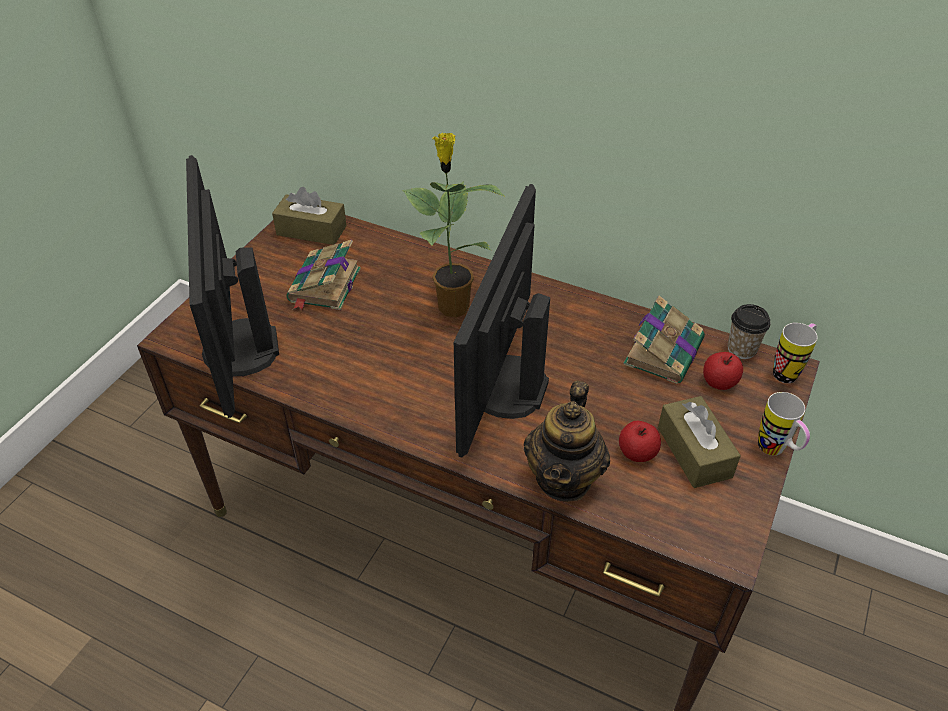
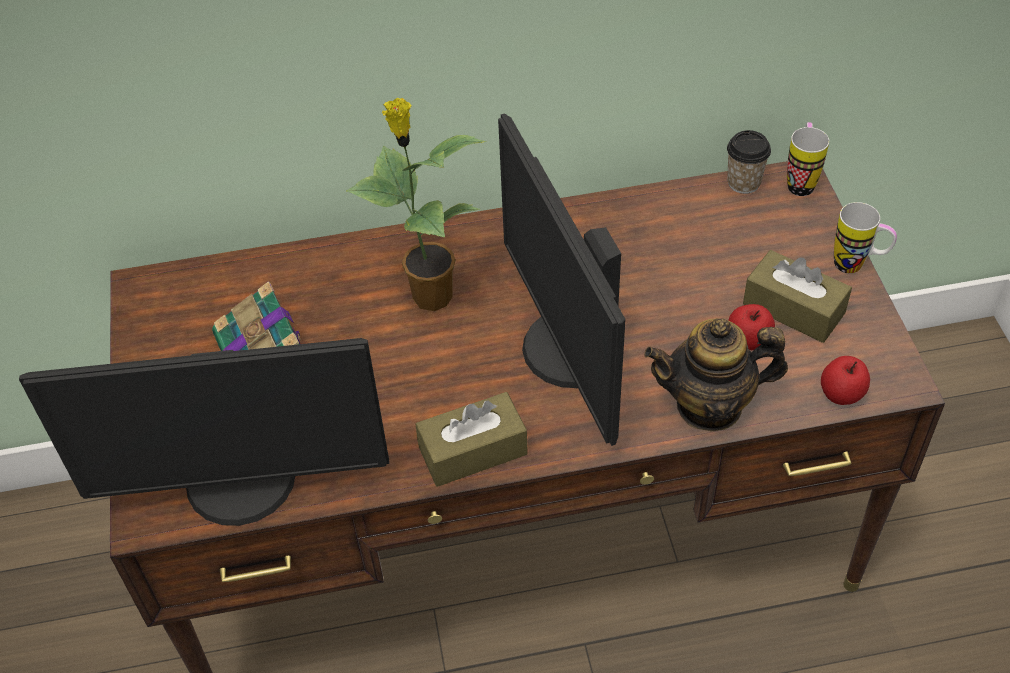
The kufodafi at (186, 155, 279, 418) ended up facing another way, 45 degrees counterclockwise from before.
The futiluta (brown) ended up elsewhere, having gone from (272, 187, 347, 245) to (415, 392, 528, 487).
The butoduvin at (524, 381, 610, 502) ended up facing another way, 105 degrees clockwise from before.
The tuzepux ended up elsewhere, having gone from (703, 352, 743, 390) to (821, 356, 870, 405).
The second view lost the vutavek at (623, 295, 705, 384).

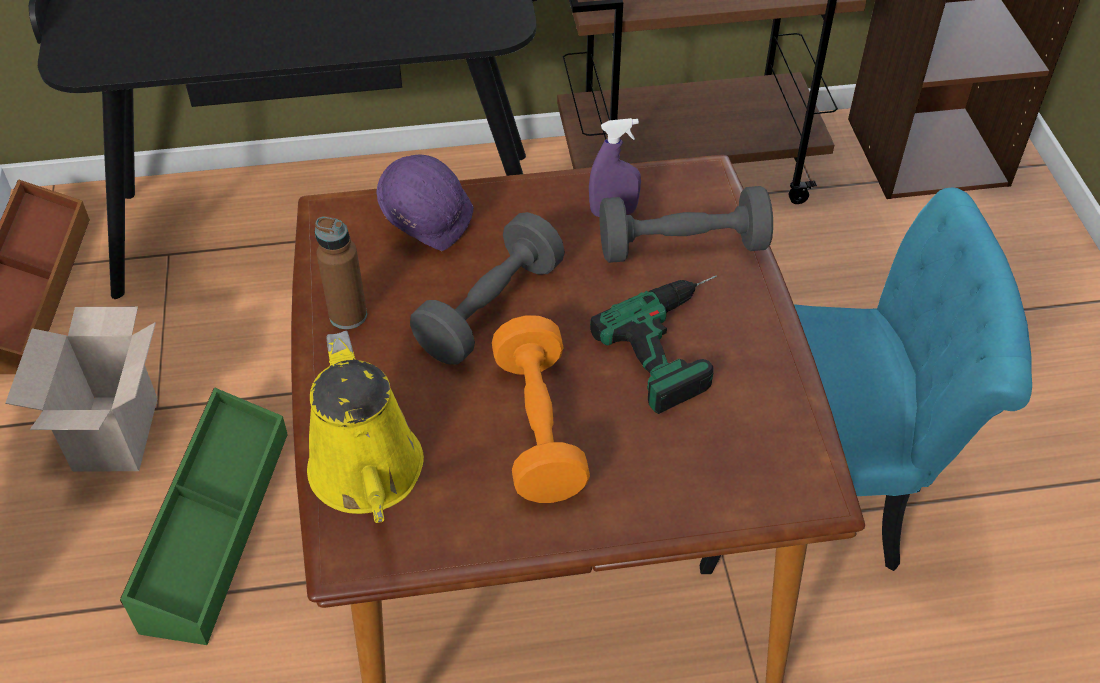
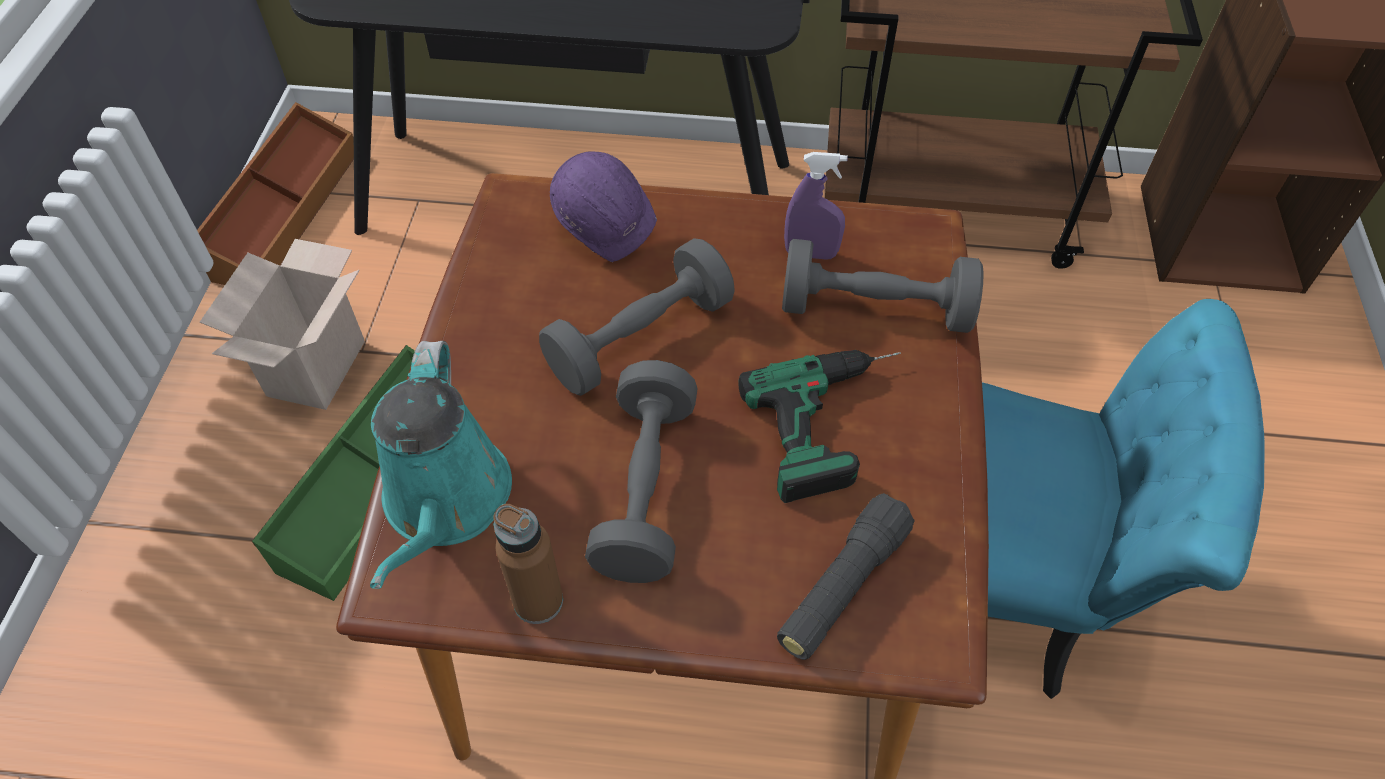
What was the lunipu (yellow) at (307, 331, 424, 523) turned into the lunipu (turquoise) at (370, 341, 512, 589).
The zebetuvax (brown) ended up elsewhere, having gone from (315, 216, 367, 329) to (493, 504, 563, 624).
What was the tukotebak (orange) at (492, 315, 590, 503) turned into the tukotebak (grey) at (585, 360, 698, 583).
The second view gained the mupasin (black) at (777, 493, 914, 660).

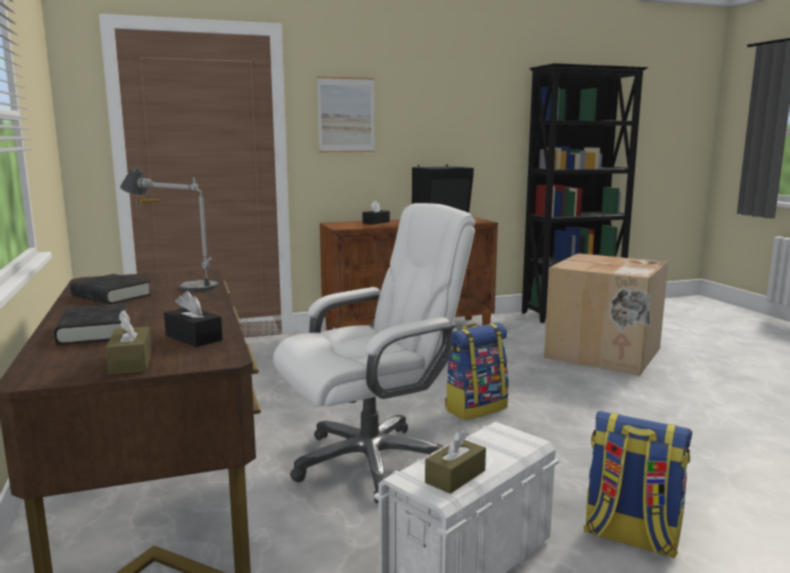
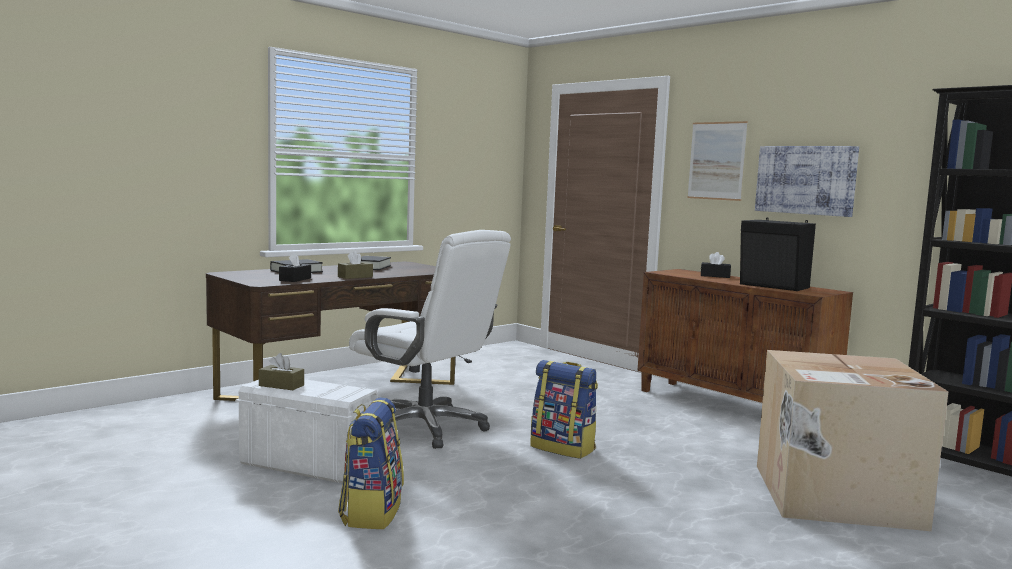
The futiluta (brown) ended up elsewhere, having gone from (106, 310, 152, 375) to (338, 251, 373, 279).
The second view gained the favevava at (755, 146, 859, 217).
The second view lost the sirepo at (120, 168, 219, 292).

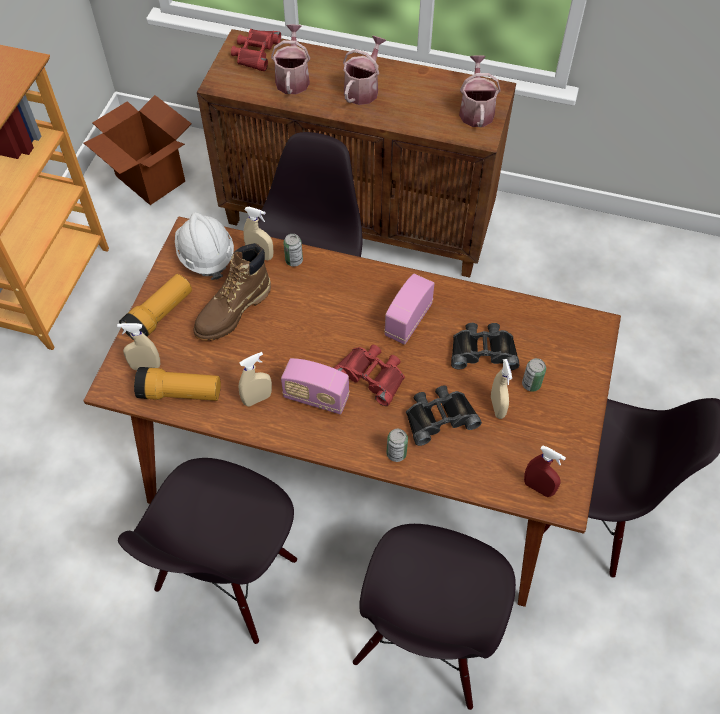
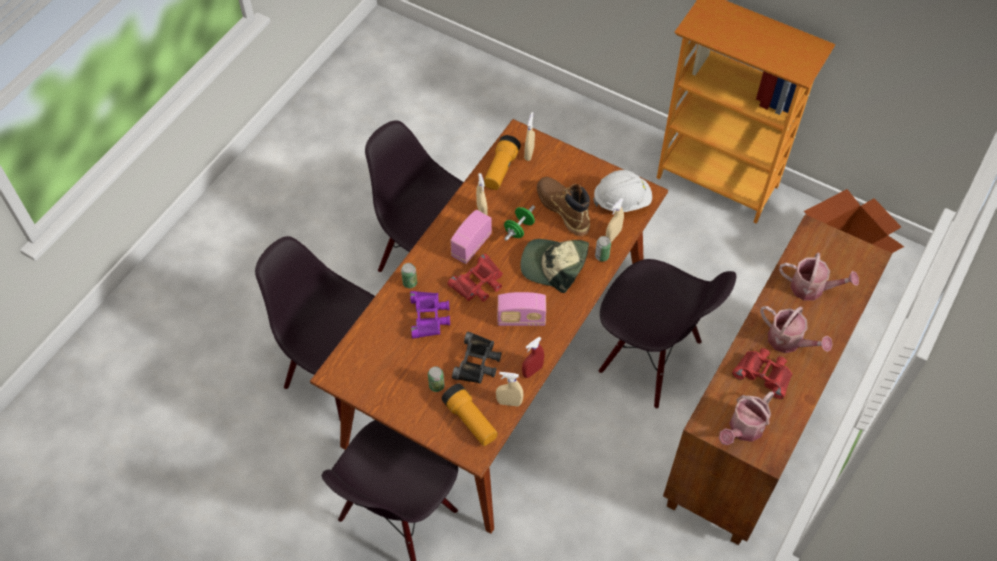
What was the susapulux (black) at (406, 385, 482, 446) turned into the susapulux (purple) at (410, 291, 450, 338).
The mupasin ended up elsewhere, having gone from (119, 274, 192, 339) to (442, 384, 498, 446).
The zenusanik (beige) ended up elsewhere, having gone from (491, 359, 512, 419) to (496, 372, 523, 406).
The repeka at (384, 274, 434, 345) ended up facing another way, 135 degrees clockwise from before.
The second view gained the tukotebak (green) at (504, 205, 535, 241).
The second view gained the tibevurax at (521, 239, 589, 293).
The zenusanik (red) ended up elsewhere, having gone from (524, 445, 566, 497) to (522, 337, 544, 378).
The lunipu at (459, 56, 501, 127) ended up facing another way, 120 degrees clockwise from before.
The susapulux (red) ended up elsewhere, having gone from (231, 29, 281, 71) to (732, 348, 792, 399).

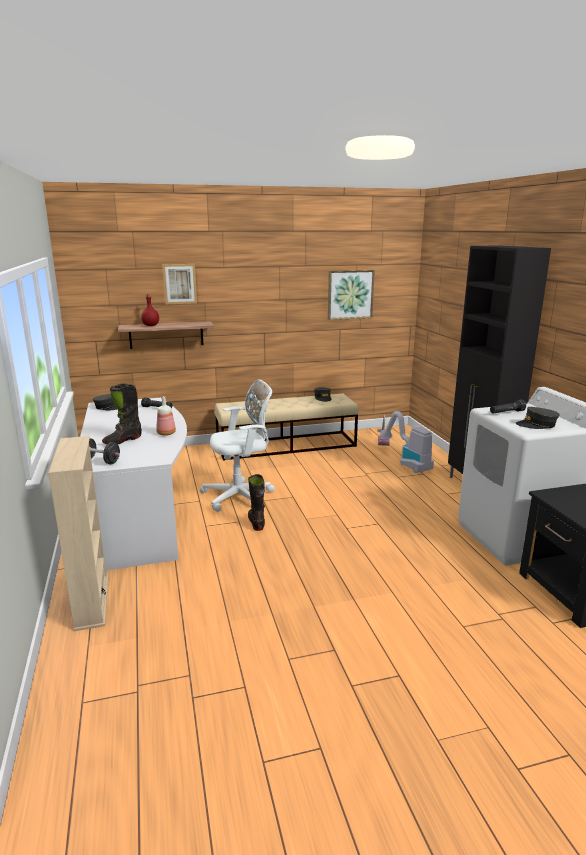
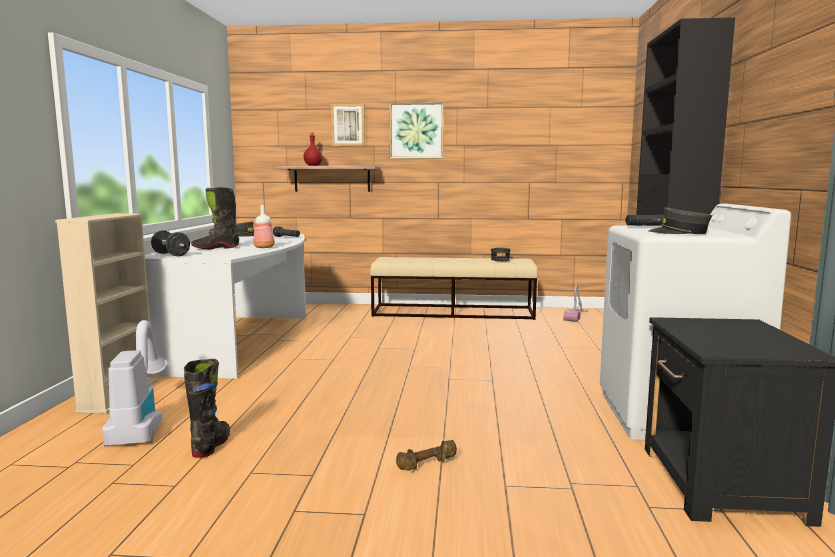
The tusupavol ended up elsewhere, having gone from (380, 411, 434, 474) to (102, 320, 168, 446).
The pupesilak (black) ended up elsewhere, having gone from (248, 474, 265, 531) to (184, 359, 230, 458).
The favevava ended up elsewhere, having gone from (328, 270, 375, 320) to (389, 102, 444, 159).
The second view gained the tukotebak (brown) at (396, 440, 457, 471).
The second view lost the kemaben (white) at (199, 379, 275, 512).

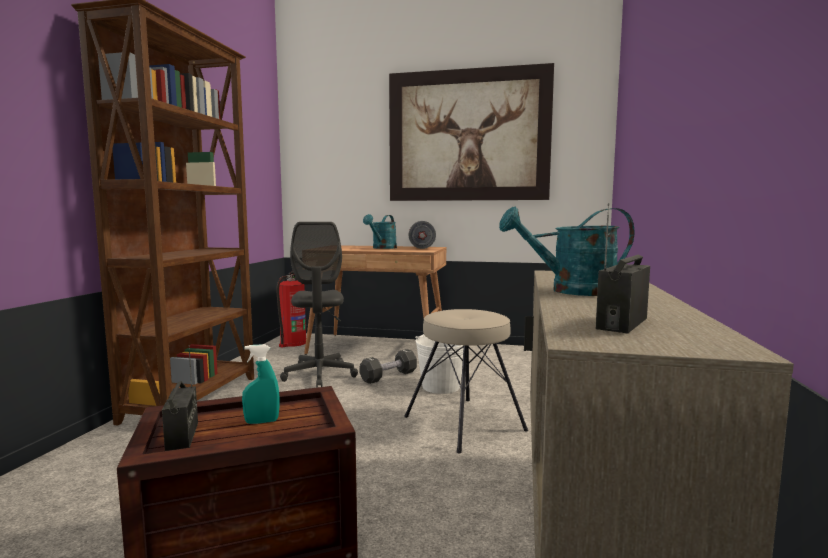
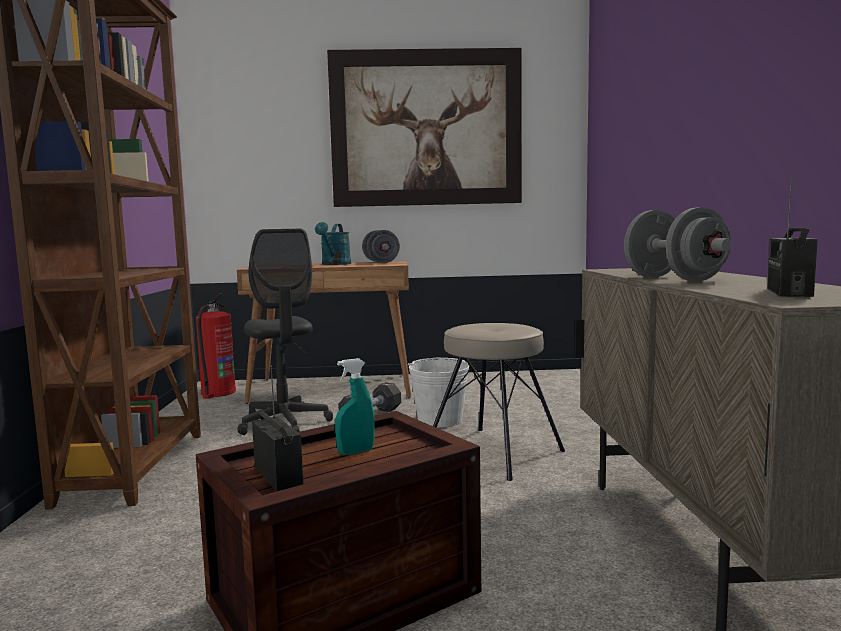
Where the lunipu (turquoise) stood at (499, 207, 634, 296), the tukotebak (grey) came to stand at (624, 207, 732, 281).

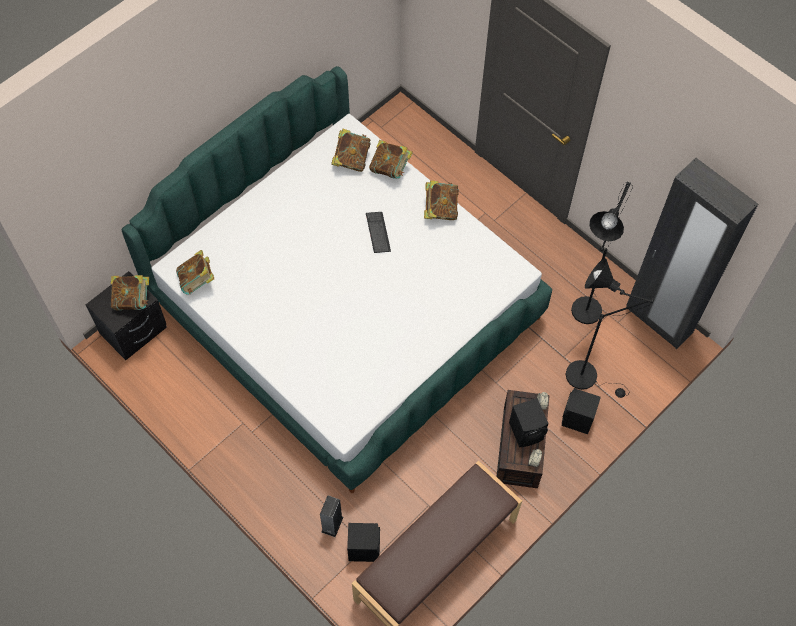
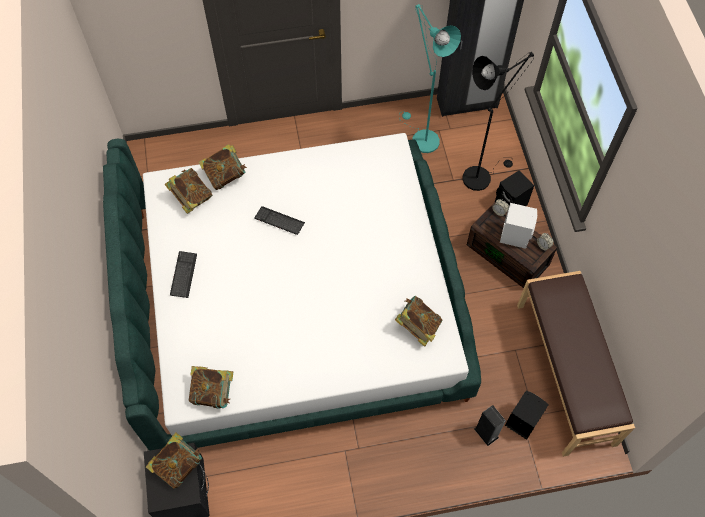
The second view gained the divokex at (170, 251, 197, 298).
The vutavek ended up elsewhere, having gone from (424, 180, 459, 220) to (395, 296, 443, 347).
What was the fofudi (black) at (571, 181, 632, 324) turned into the fofudi (turquoise) at (399, 4, 461, 153).
What was the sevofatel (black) at (509, 398, 548, 448) turned into the sevofatel (white) at (500, 203, 537, 249).

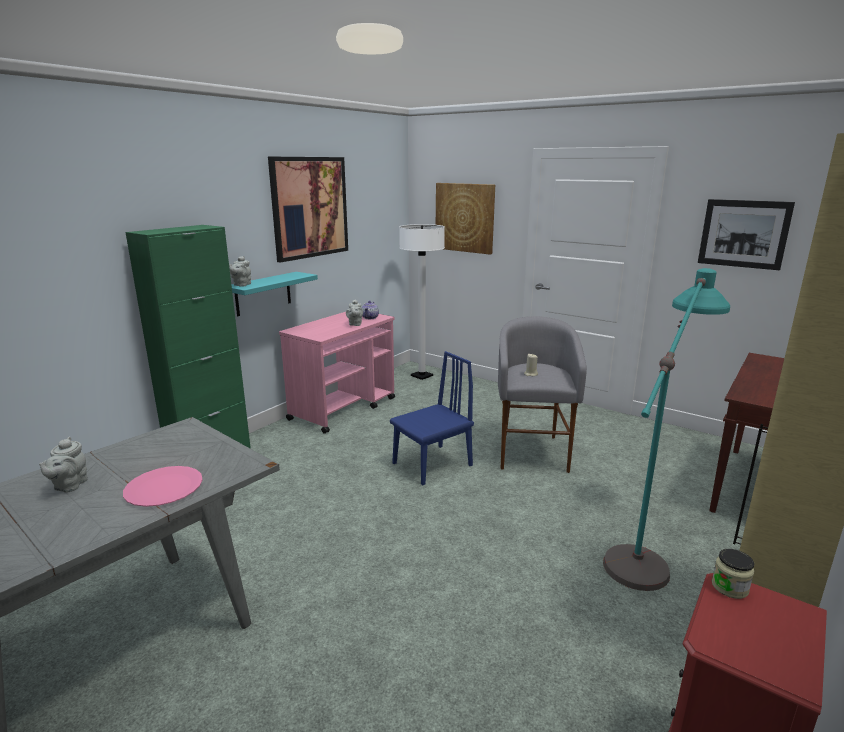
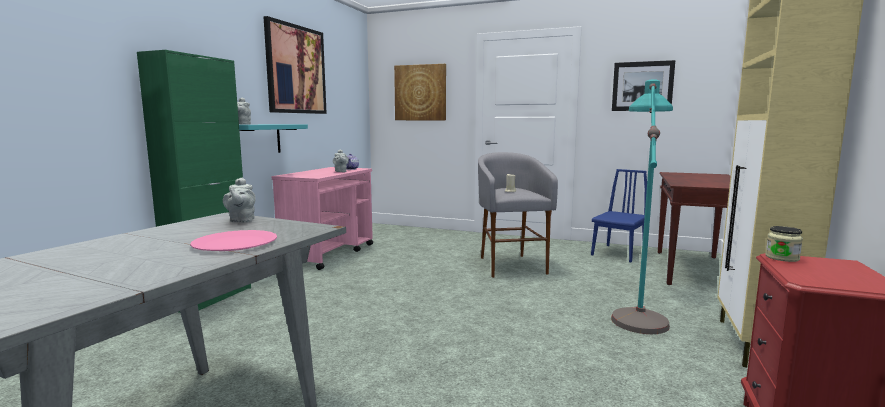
The butoduvin (grey) ended up elsewhere, having gone from (39, 437, 88, 493) to (223, 178, 256, 223).
The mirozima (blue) ended up elsewhere, having gone from (390, 351, 474, 485) to (591, 169, 647, 262).
The second view lost the fofudi (white) at (399, 224, 445, 380).

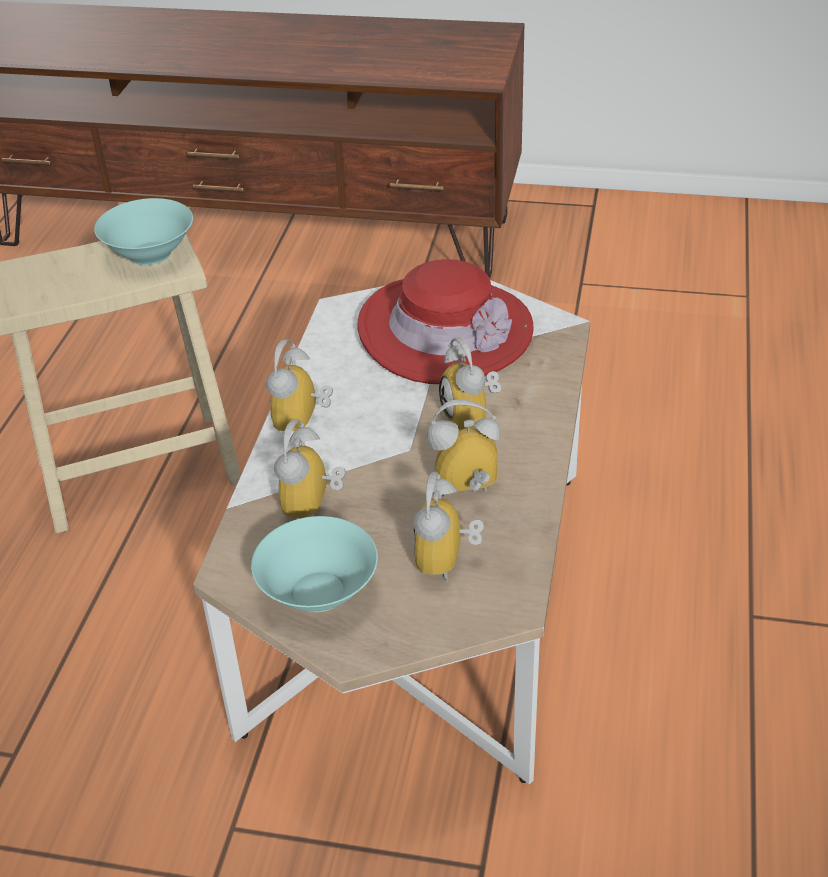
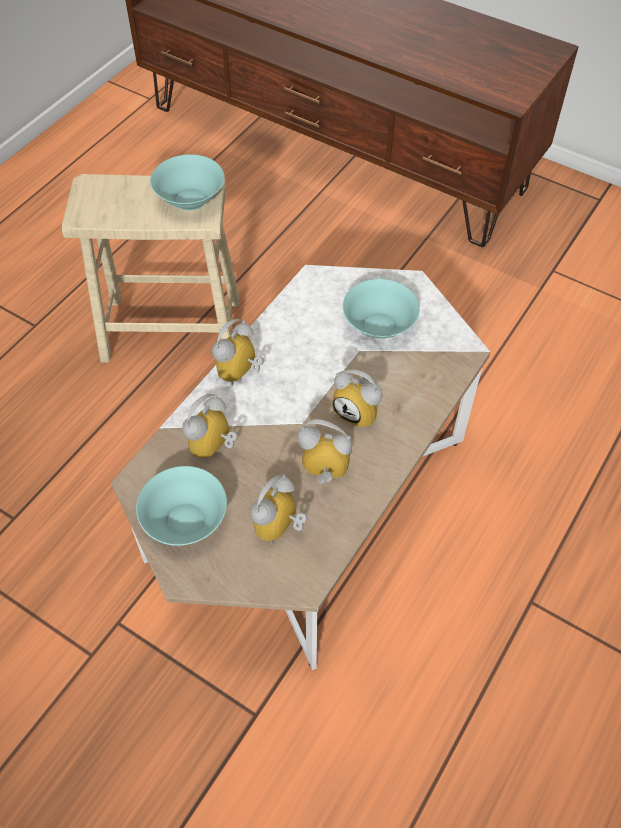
The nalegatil at (439, 338, 501, 430) ended up facing another way, 60 degrees counterclockwise from before.
Where the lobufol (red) stood at (358, 259, 533, 384), the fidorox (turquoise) came to stand at (343, 279, 420, 339).

